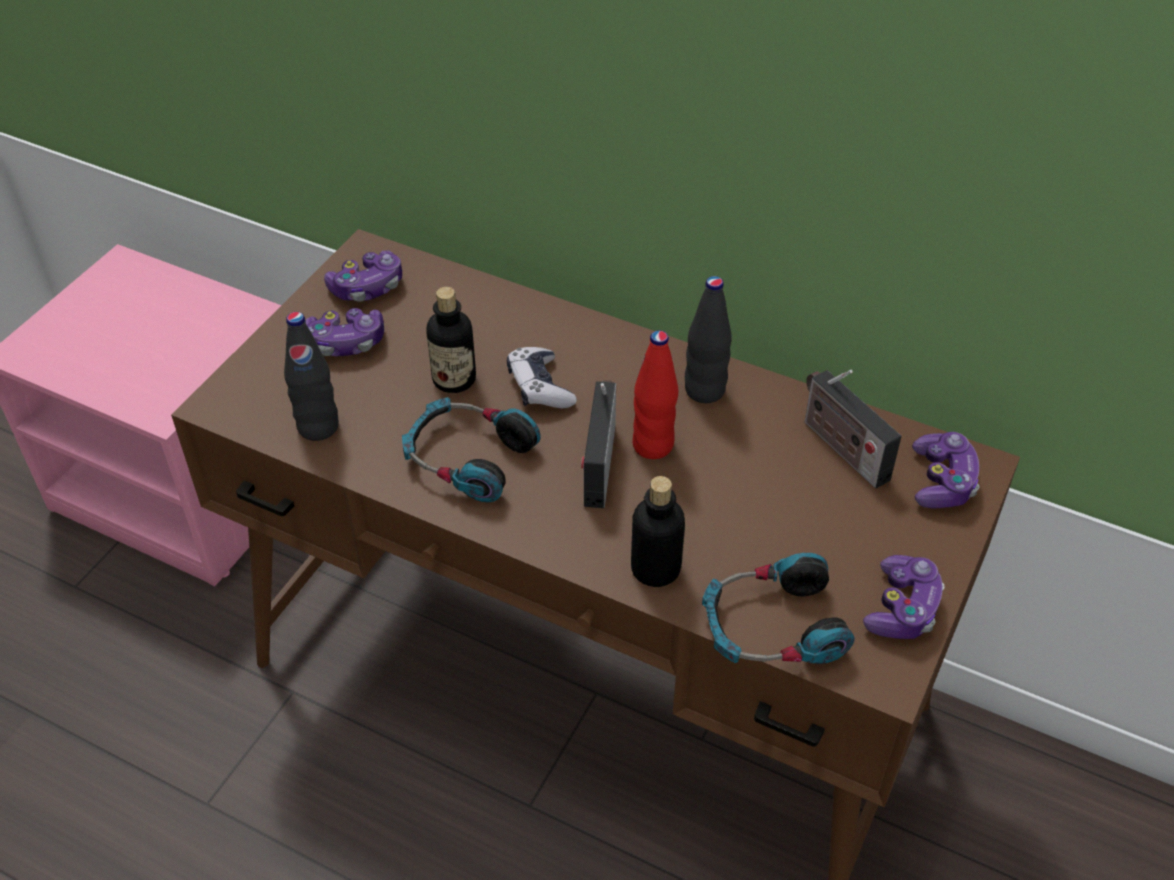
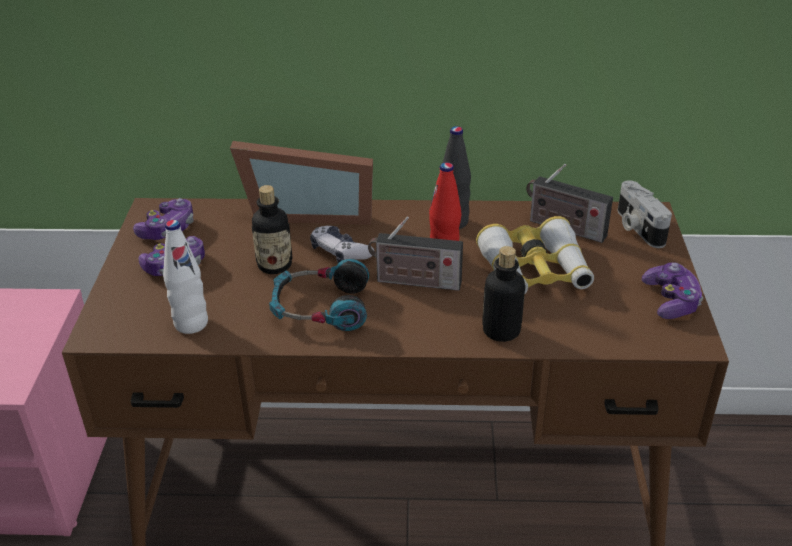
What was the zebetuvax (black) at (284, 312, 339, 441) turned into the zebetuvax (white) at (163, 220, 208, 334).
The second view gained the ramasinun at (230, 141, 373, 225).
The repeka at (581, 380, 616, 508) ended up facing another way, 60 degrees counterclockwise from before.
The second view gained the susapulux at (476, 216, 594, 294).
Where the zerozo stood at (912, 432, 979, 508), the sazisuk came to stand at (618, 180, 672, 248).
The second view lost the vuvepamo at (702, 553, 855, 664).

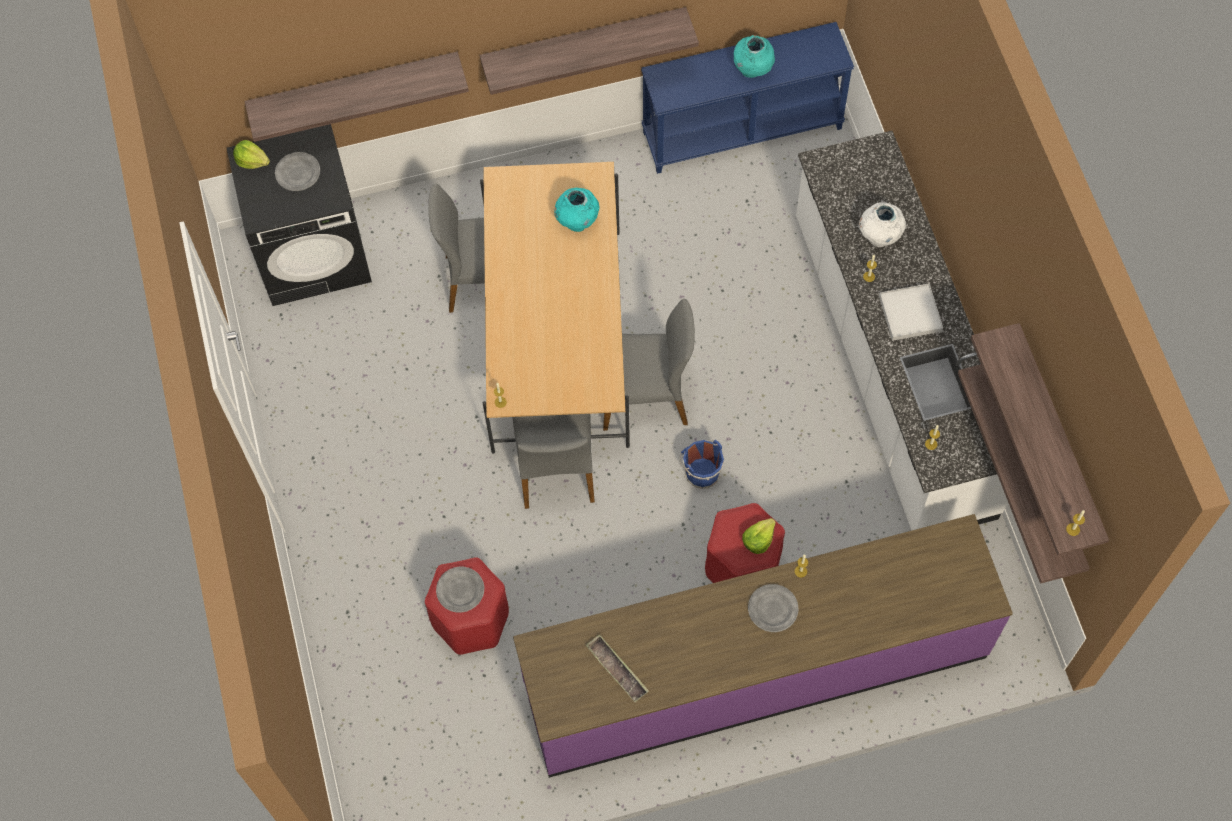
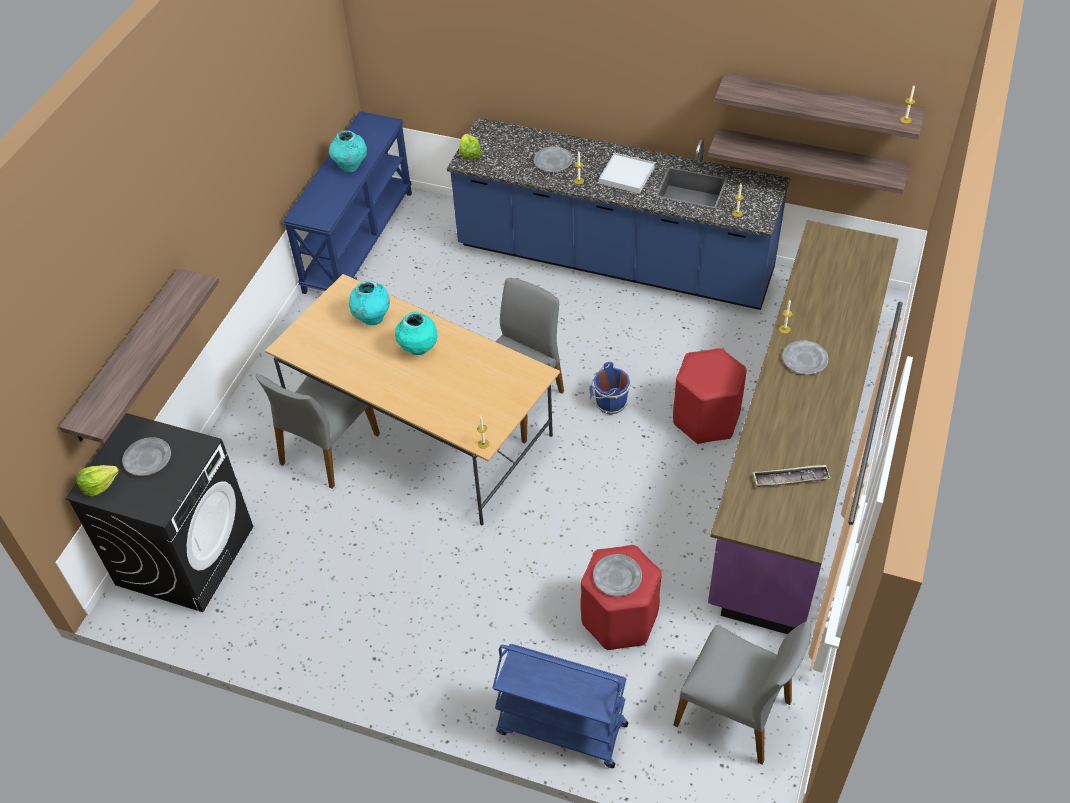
The second view gained the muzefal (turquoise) at (395, 312, 438, 355).
What was the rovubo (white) at (796, 131, 1008, 531) turned into the rovubo (blue) at (447, 118, 790, 310).
The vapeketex ended up elsewhere, having gone from (742, 518, 776, 554) to (459, 134, 482, 160).
The second view gained the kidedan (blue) at (493, 644, 628, 768).
Where the muzefal (white) stood at (859, 202, 906, 247), the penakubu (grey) came to stand at (534, 147, 573, 172).
The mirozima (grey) ended up elsewhere, having gone from (512, 414, 595, 509) to (673, 621, 811, 765).
The second view lost the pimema at (480, 7, 699, 95).

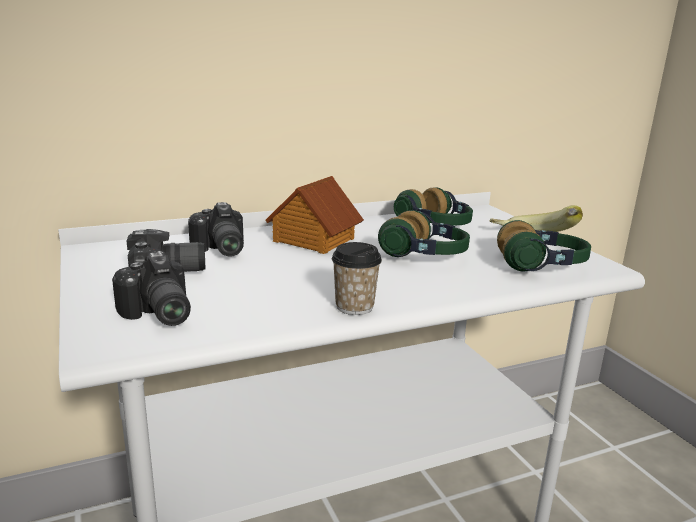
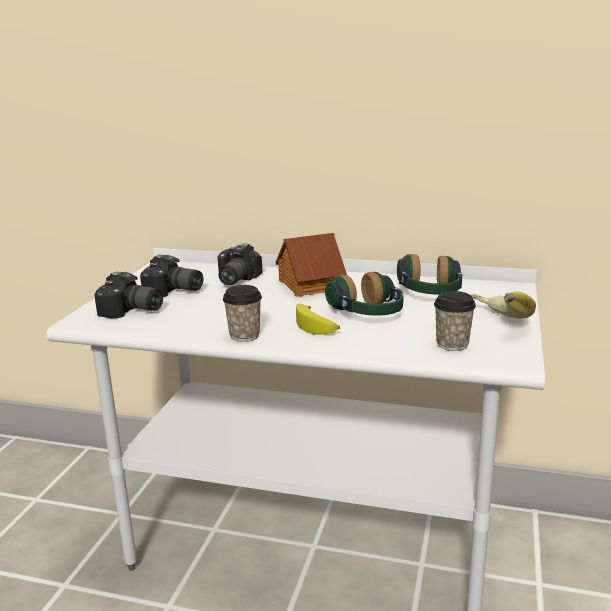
The sazisuk at (112, 252, 191, 326) ended up facing another way, 75 degrees counterclockwise from before.
The second view gained the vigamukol at (296, 304, 340, 335).
Where the vuvepamo stood at (497, 220, 591, 271), the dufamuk came to stand at (434, 291, 476, 351).

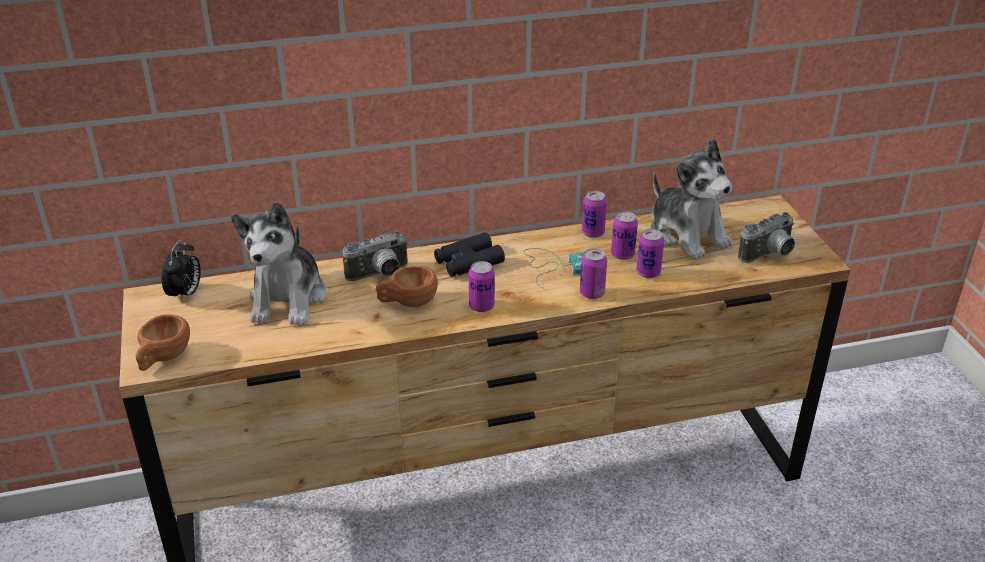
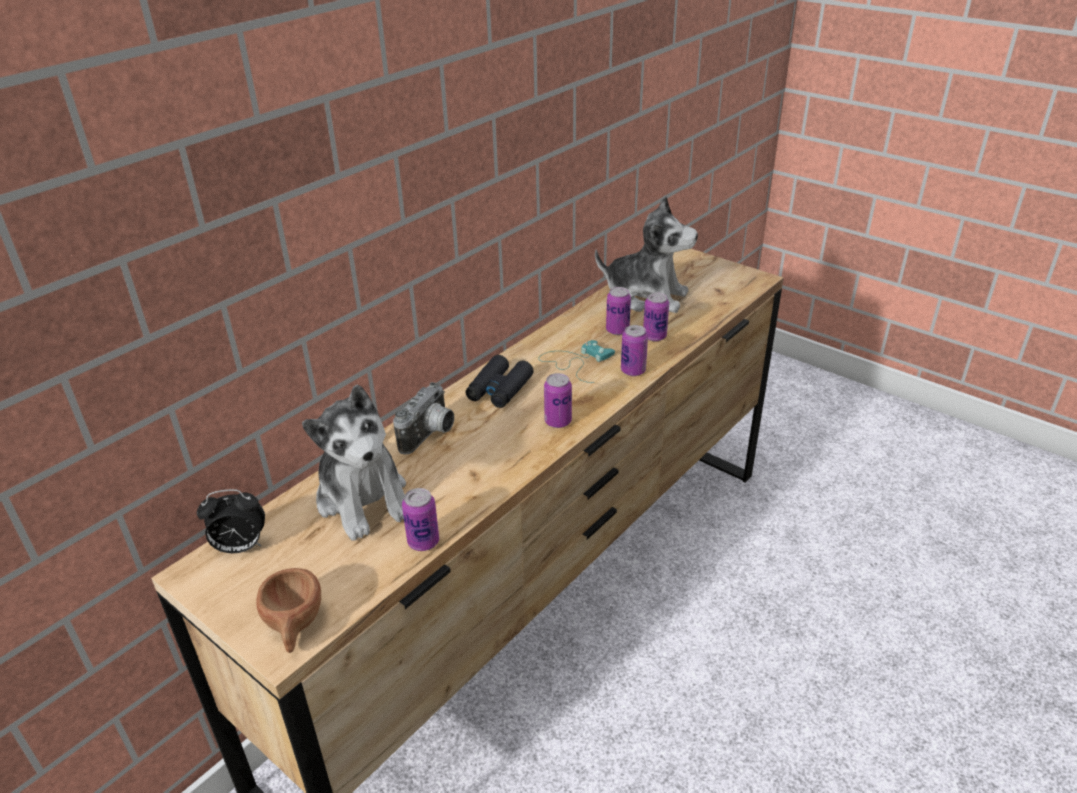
The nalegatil at (161, 240, 201, 304) ended up facing another way, 105 degrees clockwise from before.
The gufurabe ended up elsewhere, having gone from (582, 191, 607, 238) to (402, 488, 439, 551).
The second view lost the dufamuk (brown) at (376, 266, 438, 307).
The second view lost the sazisuk at (738, 212, 795, 263).

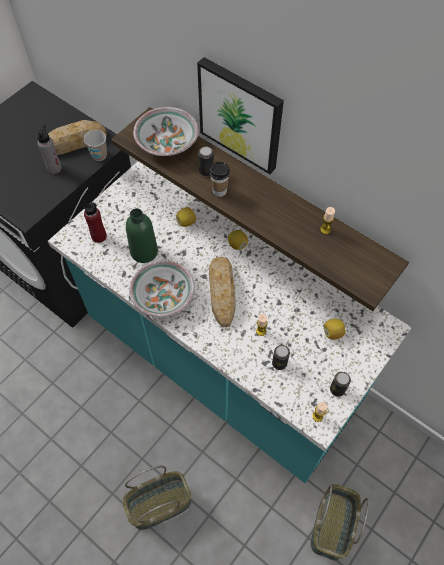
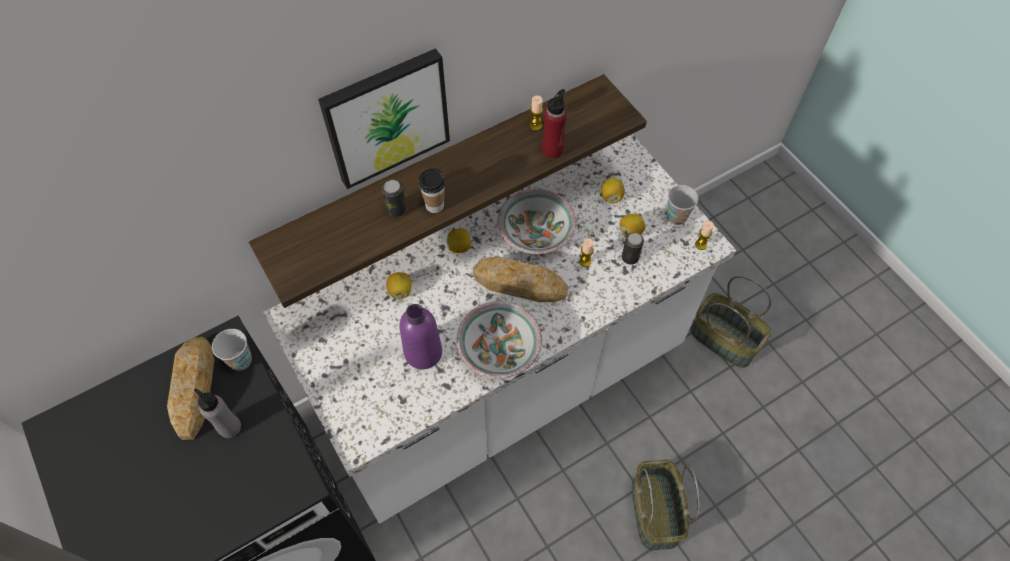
What was the rovubo (turquoise) at (48, 161, 411, 483) turned into the rovubo (white) at (263, 134, 736, 524).
What was the zebetuvax (green) at (126, 208, 158, 263) turned into the zebetuvax (purple) at (399, 304, 442, 369).
The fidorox ended up elsewhere, having gone from (133, 107, 199, 156) to (498, 189, 576, 254).
The zebetuvax (red) ended up elsewhere, having gone from (84, 200, 107, 243) to (542, 89, 567, 159).
The second view gained the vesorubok at (620, 214, 646, 237).
Where the gufurabe stood at (330, 372, 351, 397), the dufamuk came to stand at (667, 185, 698, 225).

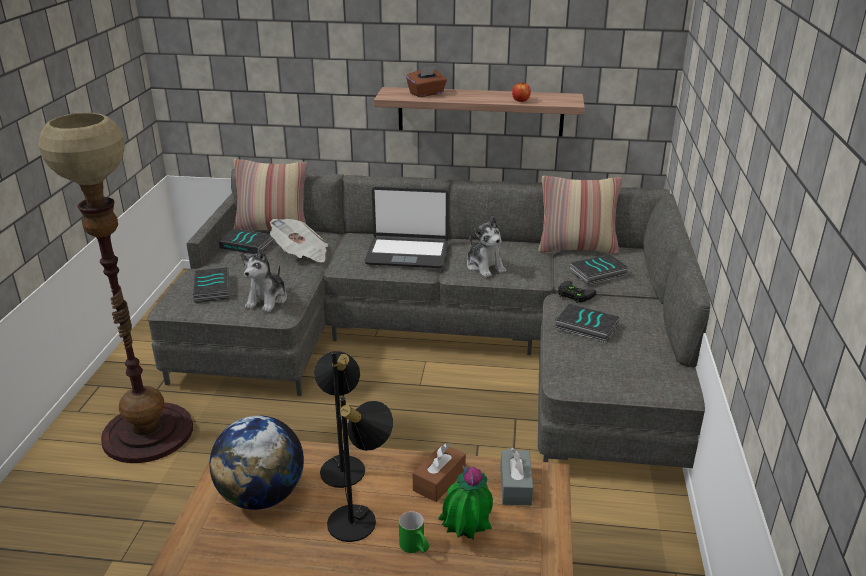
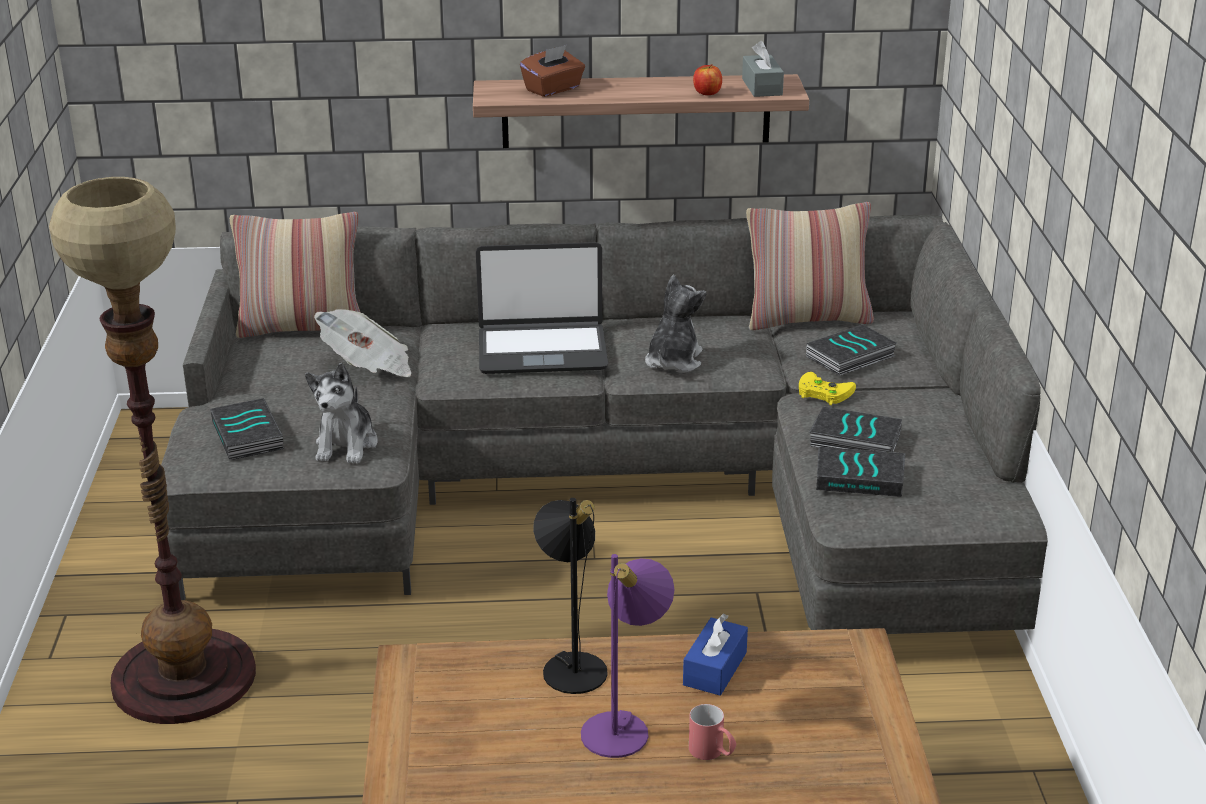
What was the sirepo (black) at (327, 397, 393, 542) turned into the sirepo (purple) at (581, 554, 675, 758).
The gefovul at (467, 217, 506, 278) ended up facing another way, 120 degrees counterclockwise from before.
What was the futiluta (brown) at (413, 443, 466, 502) turned into the futiluta (blue) at (683, 613, 748, 695).
What was the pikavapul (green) at (399, 511, 429, 553) turned into the pikavapul (red) at (689, 704, 736, 760).
The futiluta (grey) ended up elsewhere, having gone from (500, 448, 533, 505) to (742, 41, 784, 97).
What was the zerozo (black) at (558, 281, 596, 303) turned into the zerozo (yellow) at (799, 372, 856, 405).
The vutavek ended up elsewhere, having gone from (218, 229, 273, 254) to (816, 447, 906, 497).
The second view lost the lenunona at (209, 415, 304, 510).
The second view lost the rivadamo at (438, 465, 493, 540).

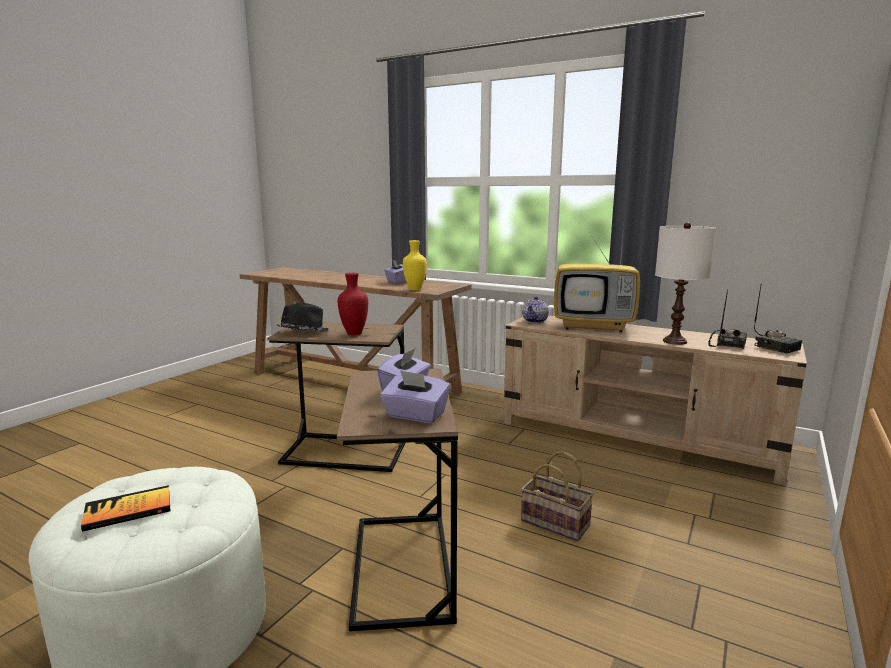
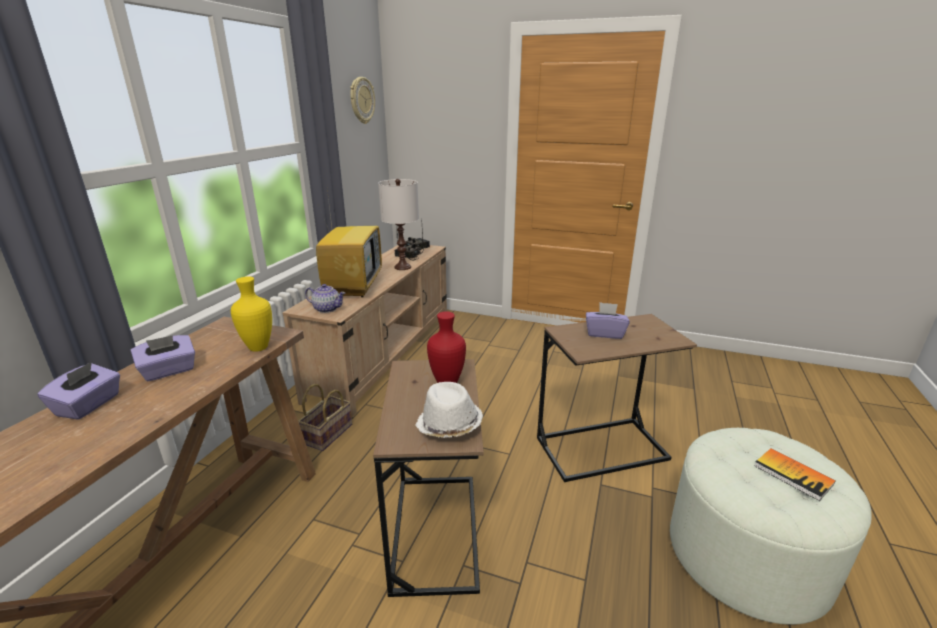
The futiluta (purple) ended up elsewhere, having gone from (380, 370, 450, 423) to (37, 362, 120, 420).
The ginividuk ended up elsewhere, having gone from (521, 451, 594, 541) to (298, 384, 352, 451).
The second view gained the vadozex at (350, 77, 375, 124).
What was the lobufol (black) at (276, 303, 329, 332) turned into the lobufol (white) at (416, 382, 483, 438).

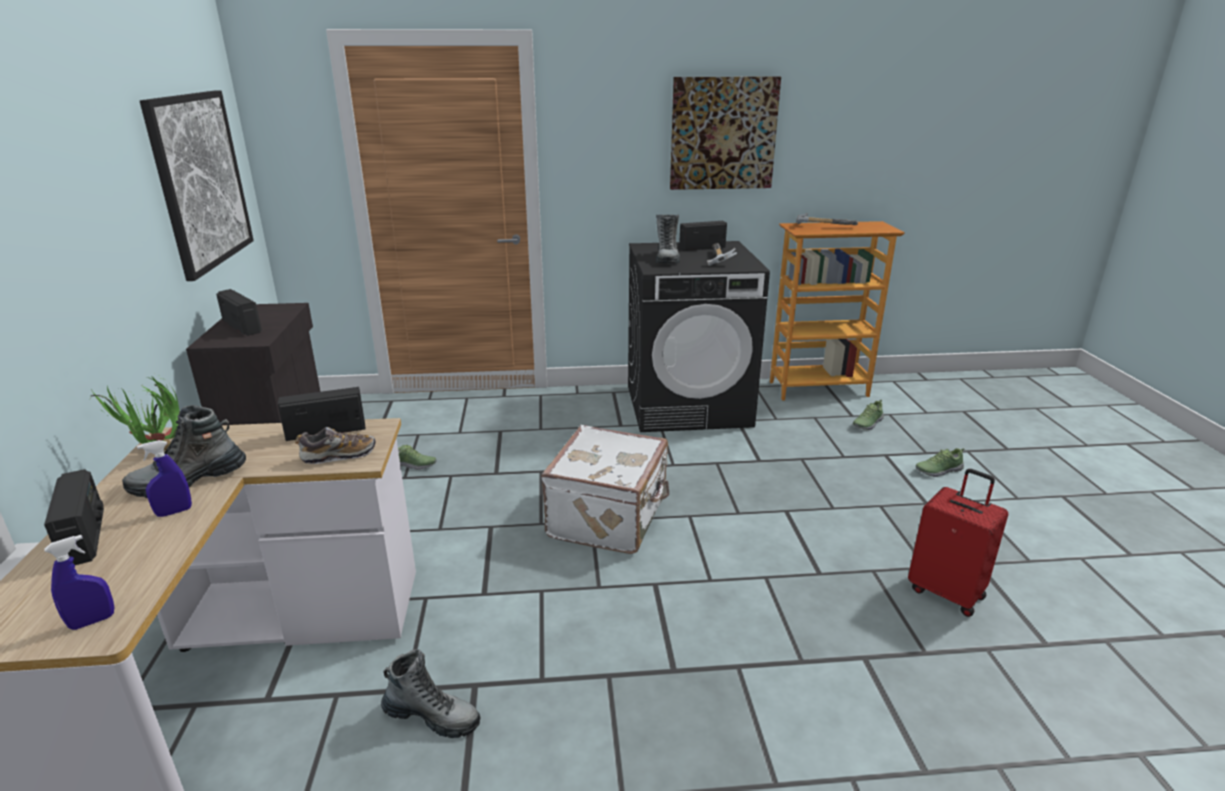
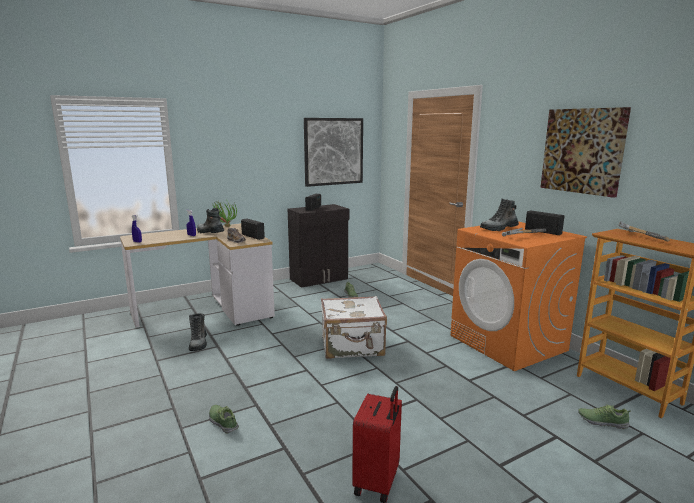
The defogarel ended up elsewhere, having gone from (915, 448, 965, 477) to (209, 405, 239, 434).
What was the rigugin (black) at (628, 241, 770, 432) turned into the rigugin (orange) at (450, 221, 587, 371).
The second view lost the repeka at (44, 469, 104, 565).

